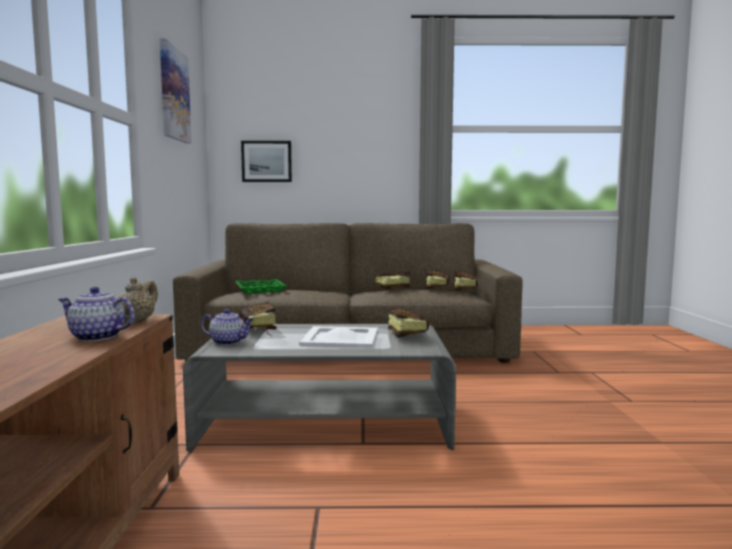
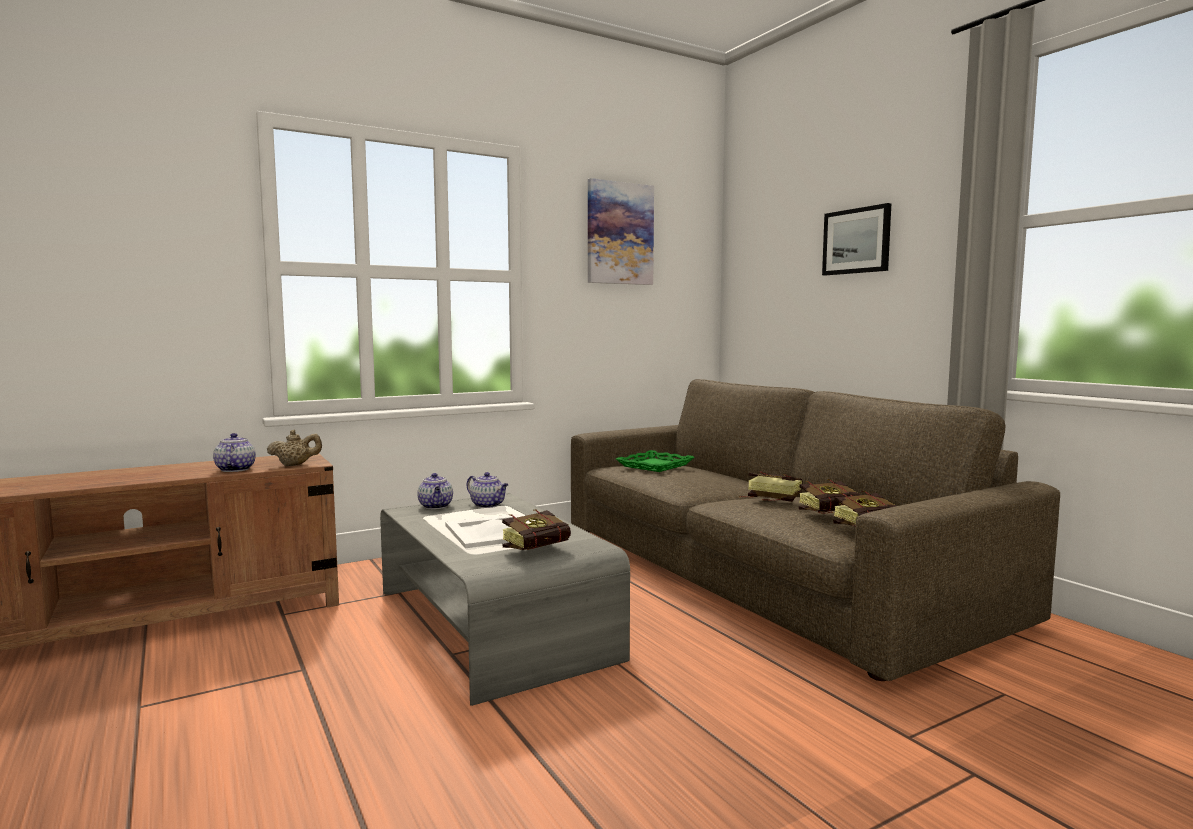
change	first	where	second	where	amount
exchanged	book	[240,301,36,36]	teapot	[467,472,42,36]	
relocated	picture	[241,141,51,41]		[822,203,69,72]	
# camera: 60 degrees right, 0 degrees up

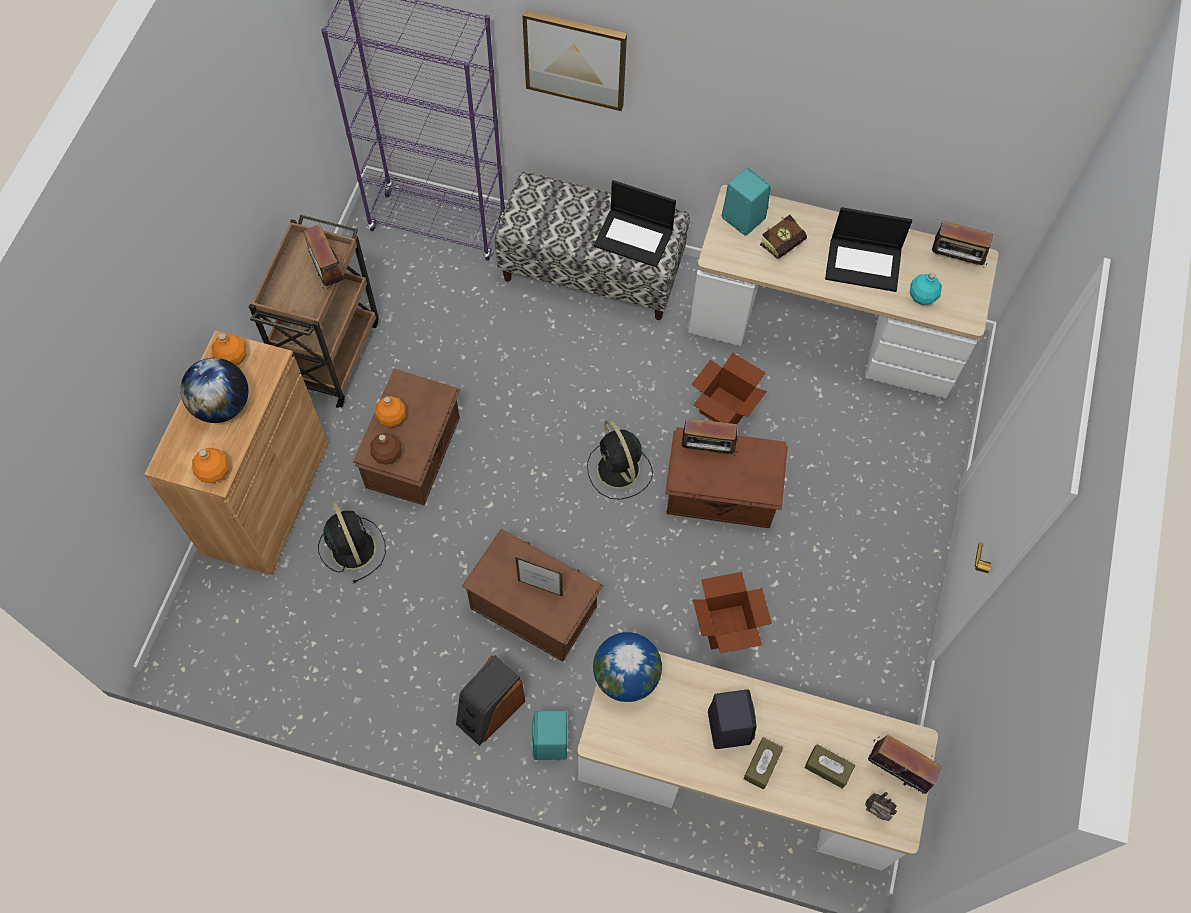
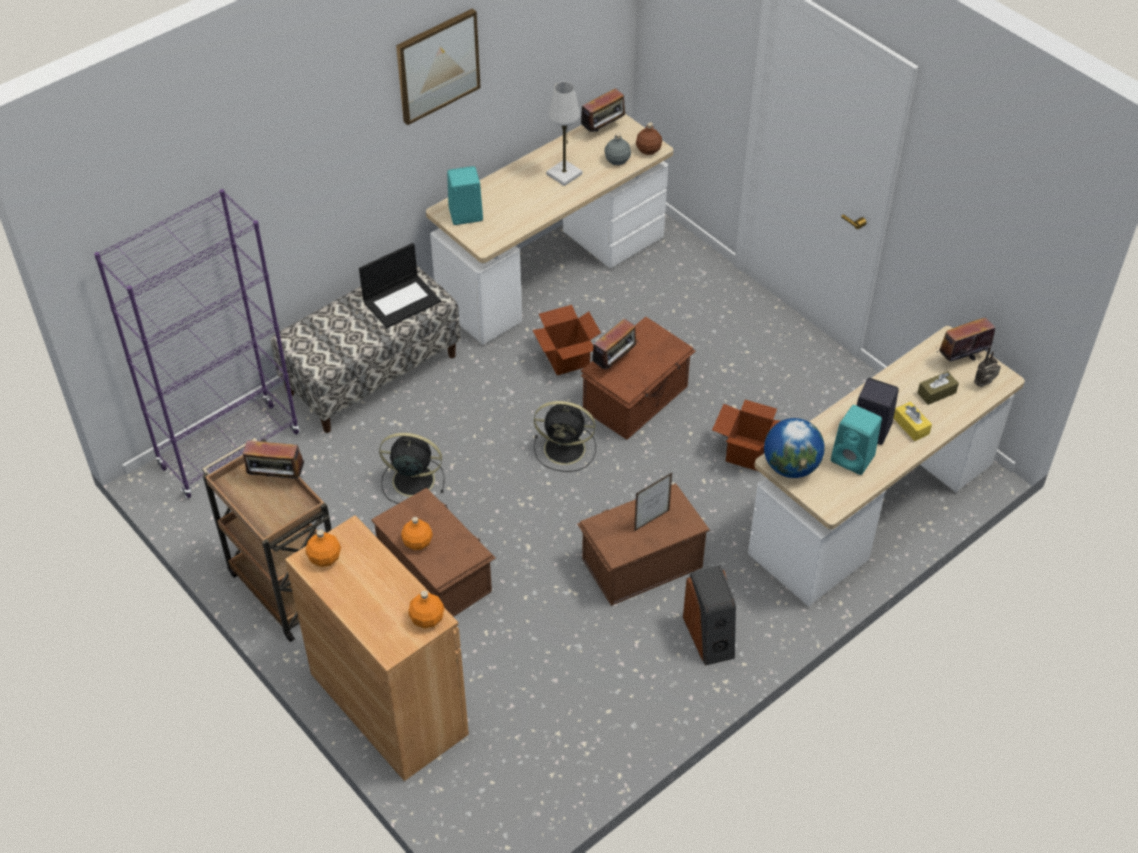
change	first	where	second	where	amount
relocated	fan (black)	[318,500,68,84]		[379,433,66,71]	
relocated	picture	[522,10,105,101]		[396,8,85,117]	
exchanged	laptop	[825,207,87,85]	table lamp (white)	[546,82,37,104]	
colour	bottle (turquoise)	[910,272,32,33]	bottle (grey)	[604,133,27,32]	
relocated	bottle (brown)	[370,433,31,32]		[636,122,26,33]	
relocated	speaker (turquoise)	[532,711,35,49]		[831,405,51,70]	
colour	tissue box (brown)	[743,738,40,51]	tissue box (yellow)	[893,402,39,39]	
missing	globe	[180,358,68,65]			
missing	book	[760,215,47,44]			
# camera: 55 degrees left, 15 degrees down

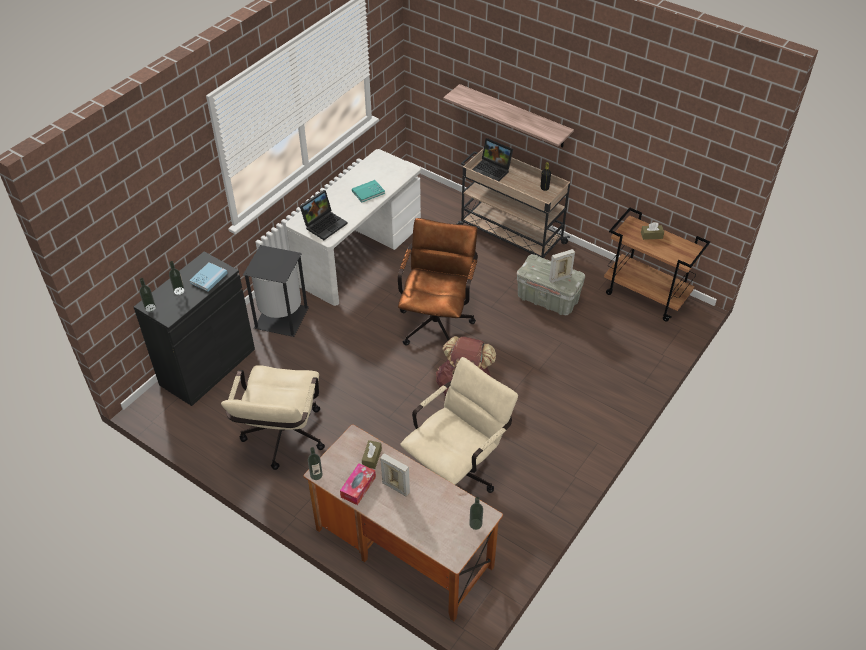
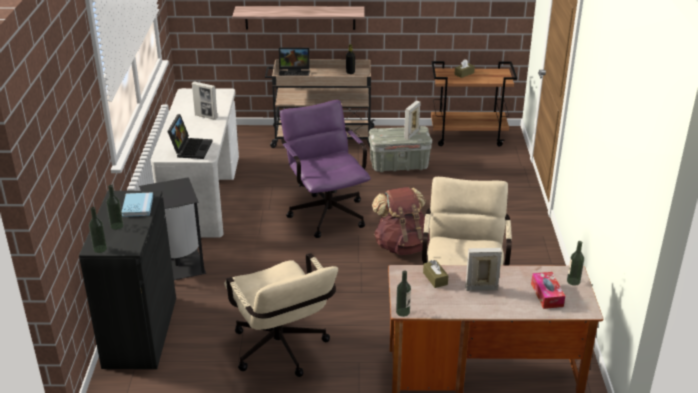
change	first	where	second	where	amount
exchanged	book (turquoise)	[352,180,33,22]	picture frame	[192,81,26,39]	
colour	office chair (brown)	[398,218,80,128]	office chair (purple)	[280,100,91,138]	
relocated	tissue box	[340,463,36,42]		[531,272,34,37]	
# camera: 35 degrees left, 15 degrees down

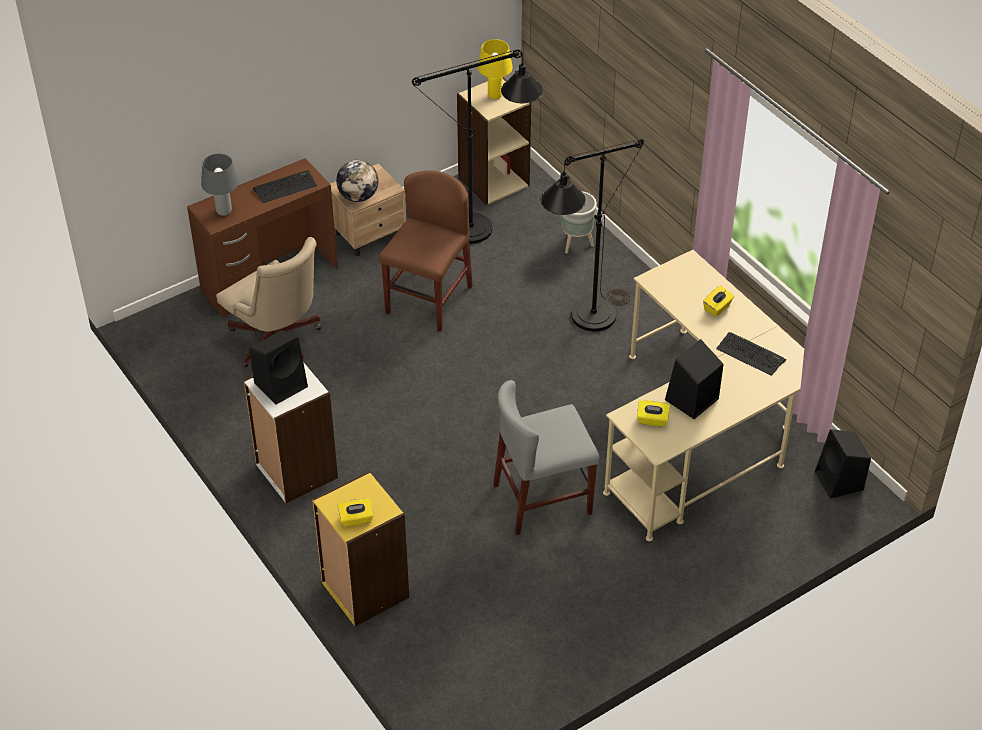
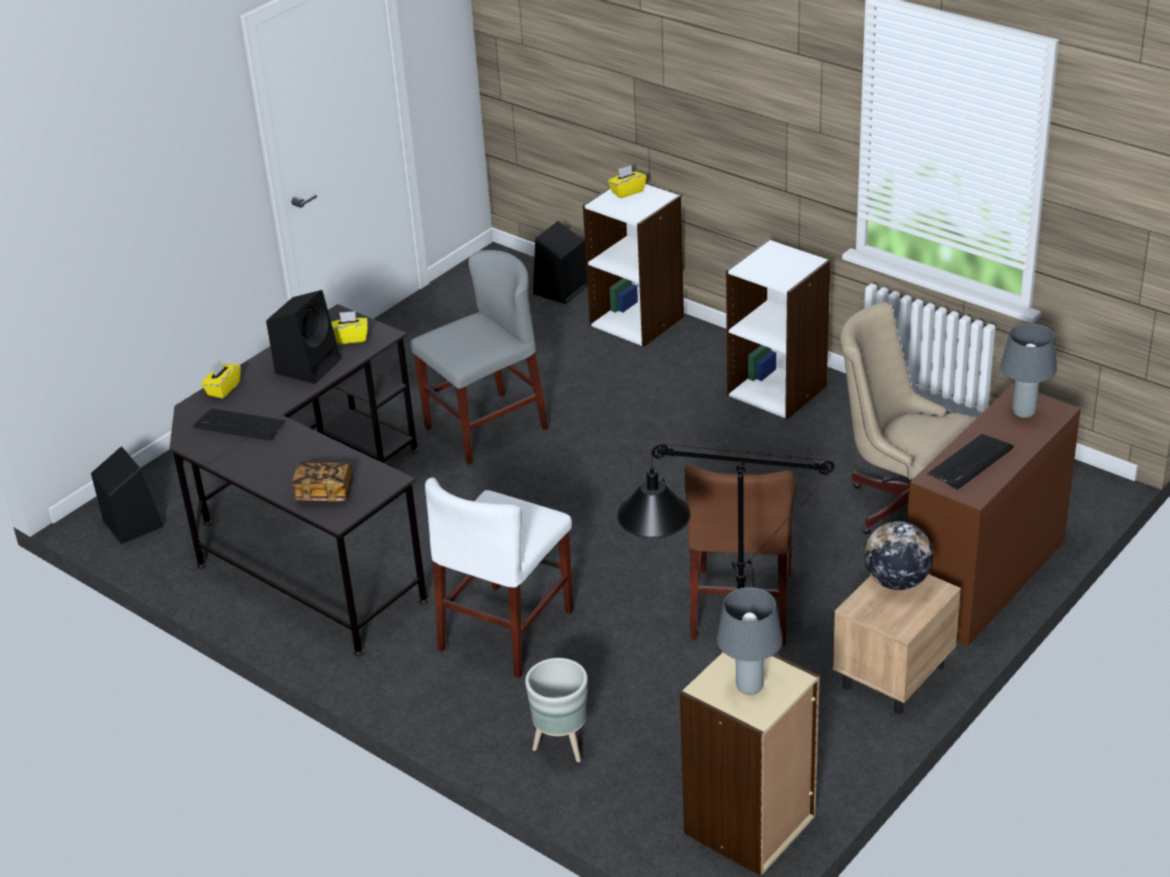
change	first	where	second	where	amount
colour	desk (beige)	[603,250,201,291]	desk (black)	[170,304,259,352]	
relocated	tissue box (yellow)	[703,286,31,31]		[201,360,40,39]	
appeared			book	[292,462,61,39]	
exchanged	floor lamp (black)	[541,139,103,192]	chair (white)	[425,477,148,201]	
relocated	speaker (black)	[249,330,59,75]		[533,221,54,83]	
colour	bookcase (yellow)	[312,471,97,155]	bookcase (white)	[583,184,101,163]	
colour	table lamp (yellow)	[478,39,35,60]	table lamp (grey)	[717,587,66,108]	
# camera: 165 degrees right, 10 degrees down

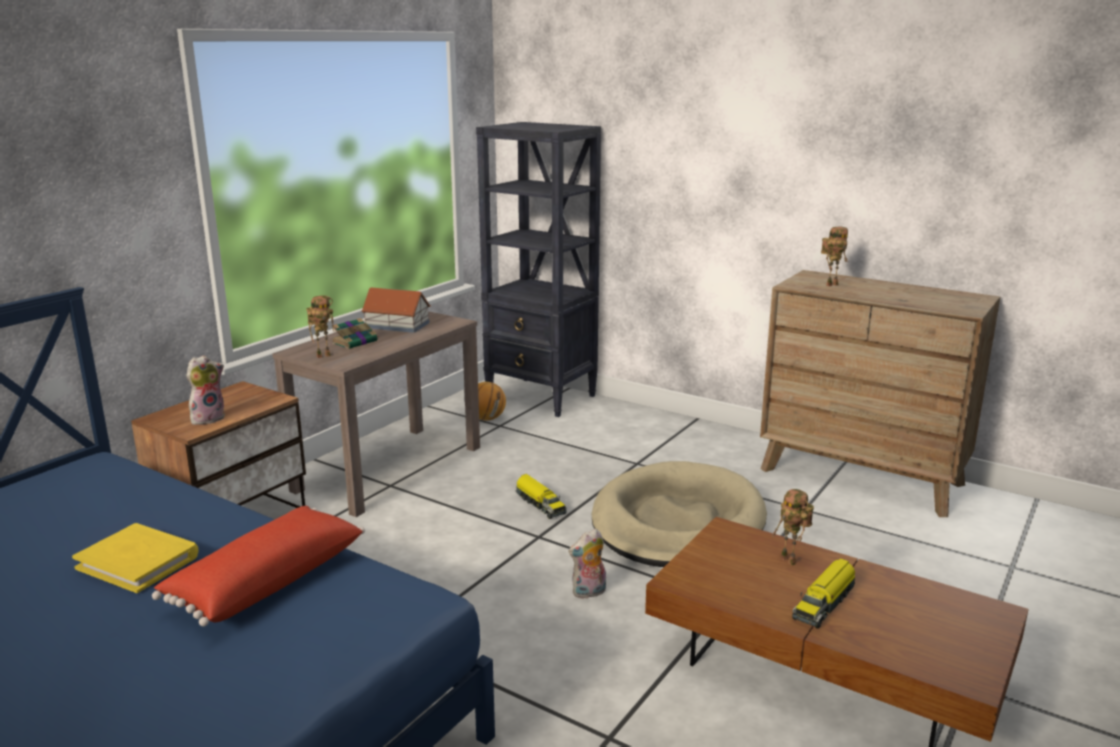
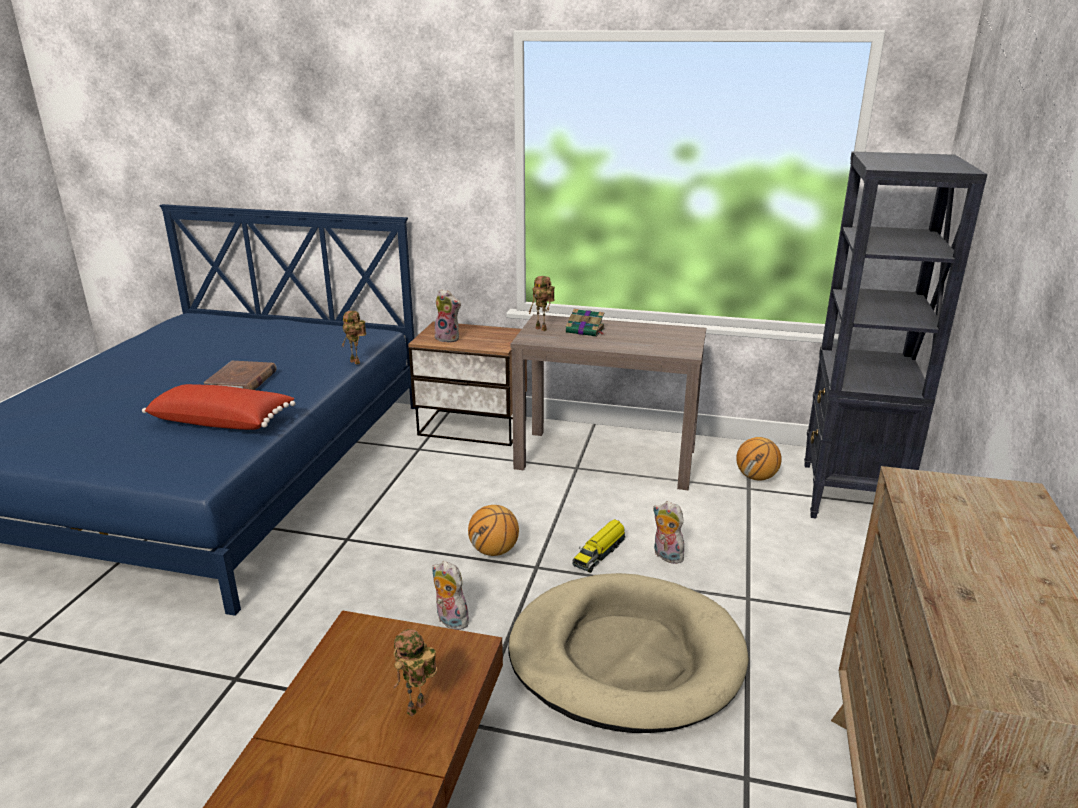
change	first	where	second	where	amount
colour	book (yellow)	[72,523,127,70]	book (brown)	[204,361,73,29]	
relocated	toy robot	[821,227,27,60]		[341,311,25,53]	
appeared			basketball	[468,505,51,51]	
appeared			plush toy	[653,501,31,63]	
missing	toy house	[361,288,70,45]			
missing	toy truck	[792,558,63,71]			
# camera: 70 degrees right, 5 degrees up

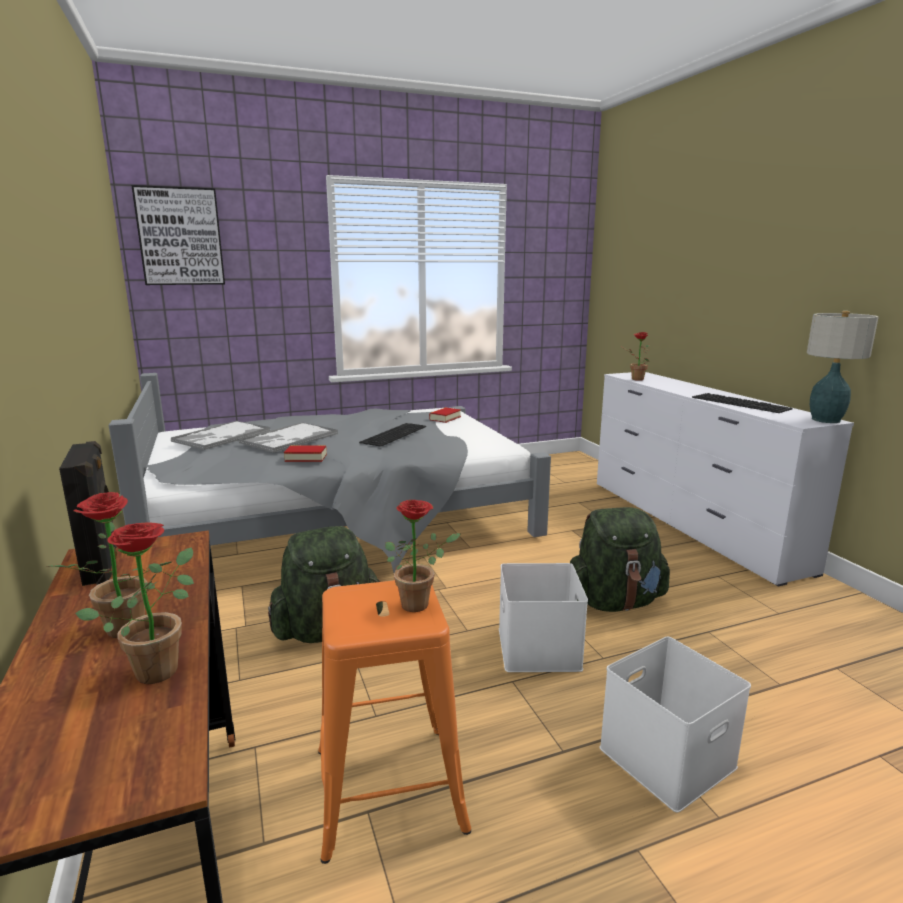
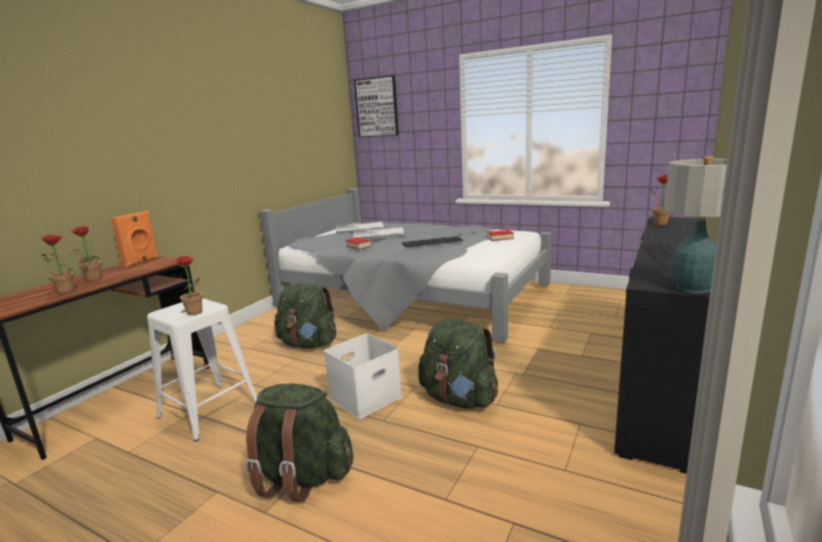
change	first	where	second	where	amount
colour	speaker (black)	[59,441,58,145]	speaker (orange)	[111,211,48,56]	
colour	stool (orange)	[318,580,153,284]	stool (white)	[147,299,110,142]	
exchanged	storage box (white)	[599,637,152,175]	backpack (green)	[245,383,108,119]	
colour	dresser (white)	[597,372,257,215]	dresser (black)	[614,216,96,258]	
# camera: 50 degrees right, 0 degrees up

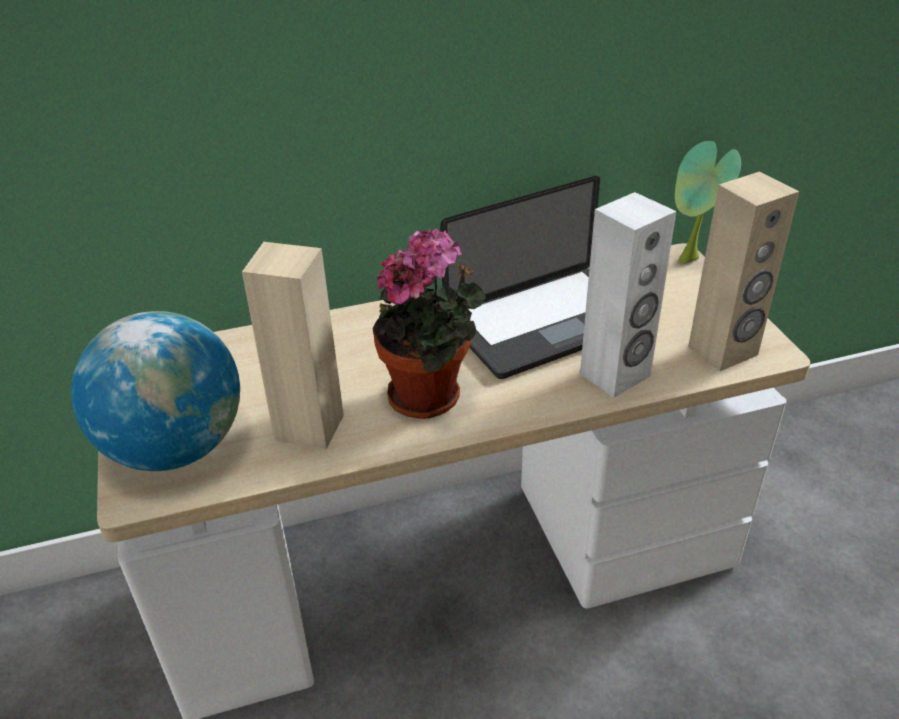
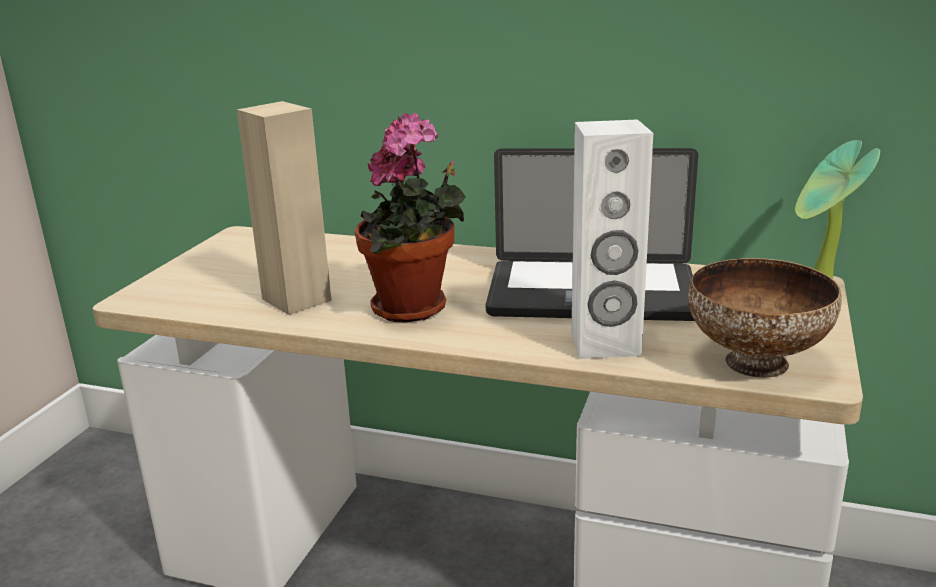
change	first	where	second	where	amount
exchanged	speaker (beige)	[688,172,111,199]	bowl	[688,258,154,120]	
missing	globe	[71,311,169,160]			
# camera: 35 degrees right, 15 degrees down

